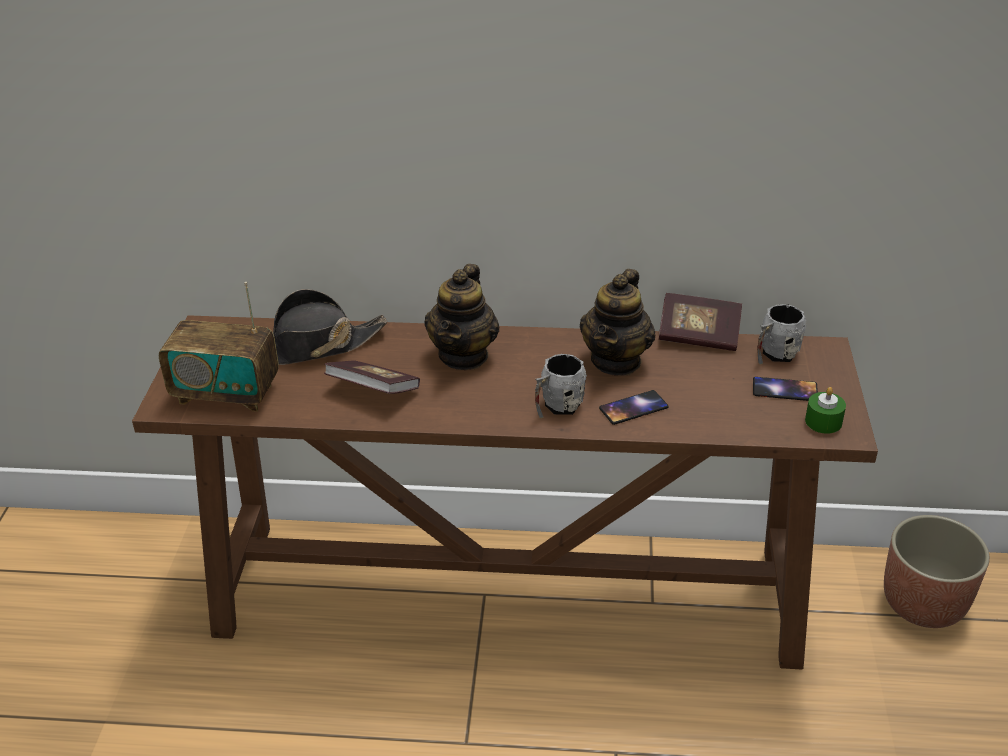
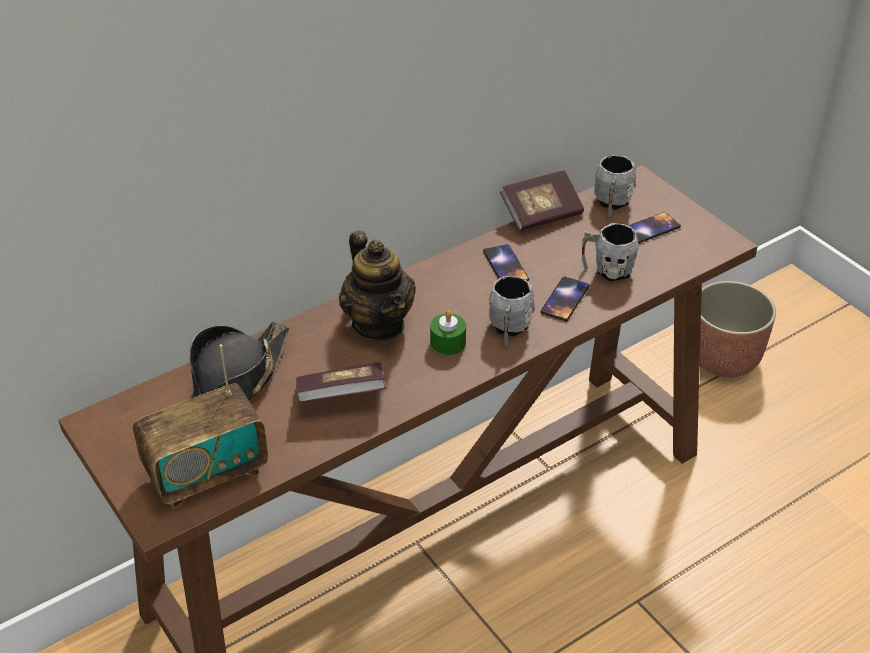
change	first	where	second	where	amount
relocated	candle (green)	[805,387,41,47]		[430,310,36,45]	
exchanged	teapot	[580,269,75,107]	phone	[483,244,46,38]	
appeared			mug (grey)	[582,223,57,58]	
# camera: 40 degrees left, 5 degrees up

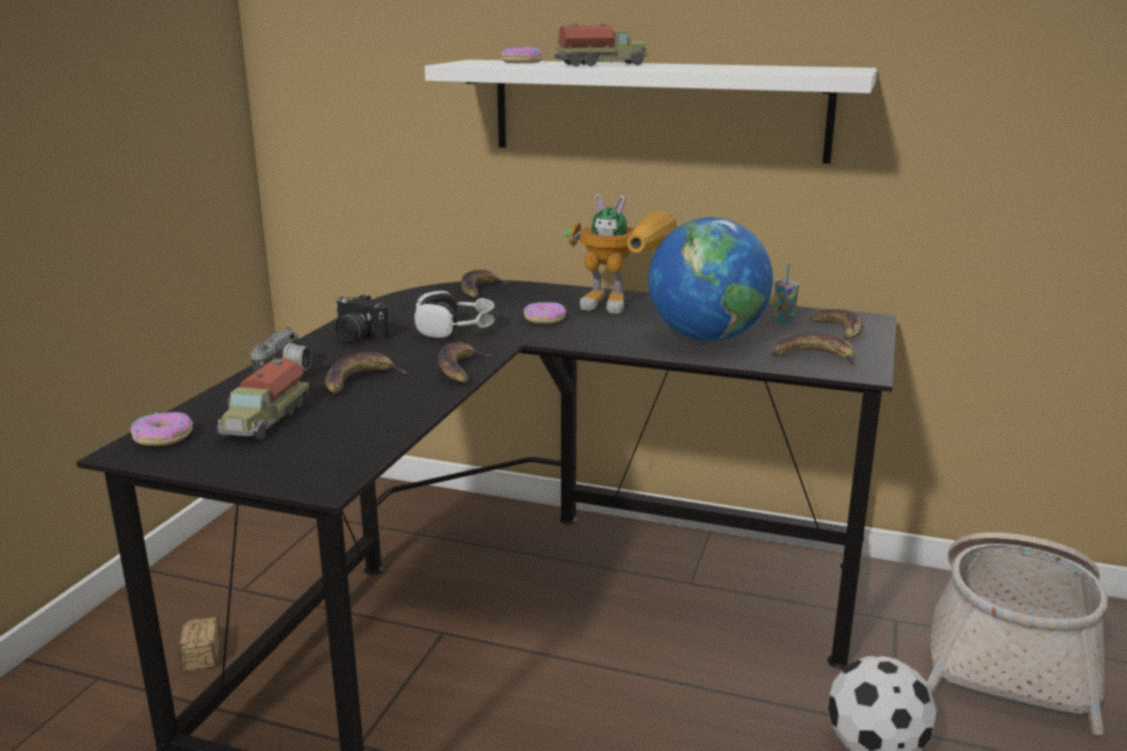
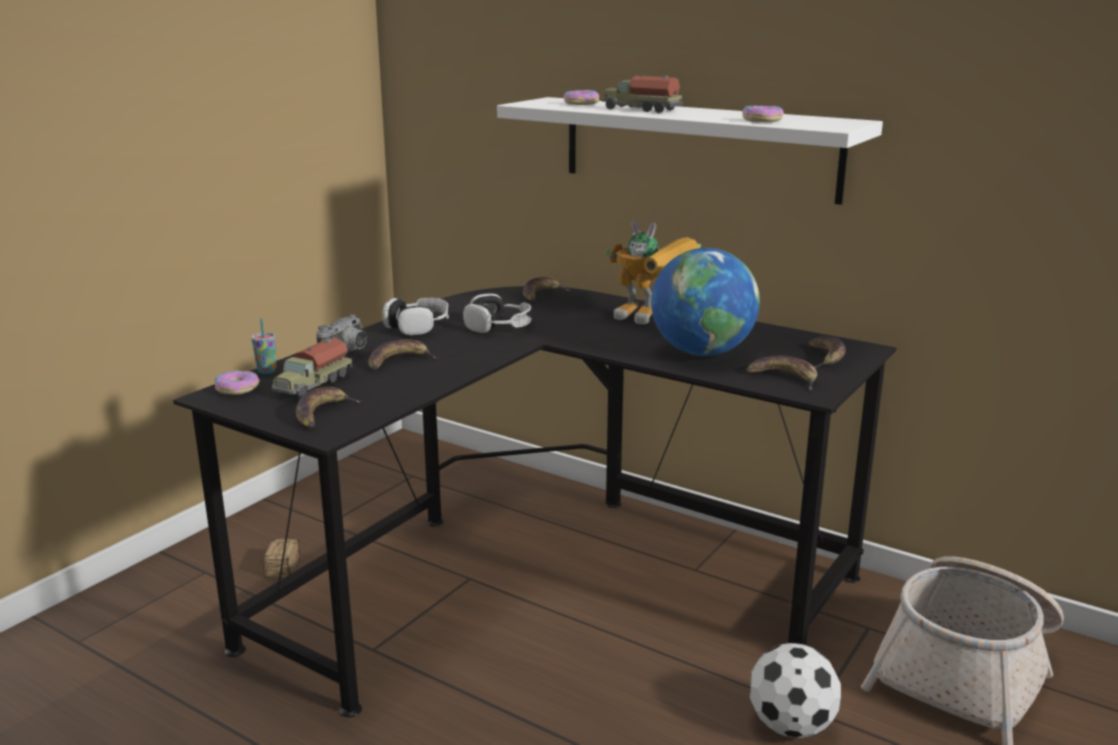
change	first	where	second	where	amount
relocated	cup	[774,264,25,59]		[251,318,25,56]	
relocated	banana	[438,342,53,41]		[296,387,66,41]	
exchanged	photo camera	[335,295,54,47]	headphones	[383,298,66,38]	
spun	toy truck	[555,24,93,43]		[602,75,81,38]	150 degrees counterclockwise
relocated	donut	[524,302,42,22]		[742,106,42,16]	
# camera: 15 degrees right, 0 degrees up

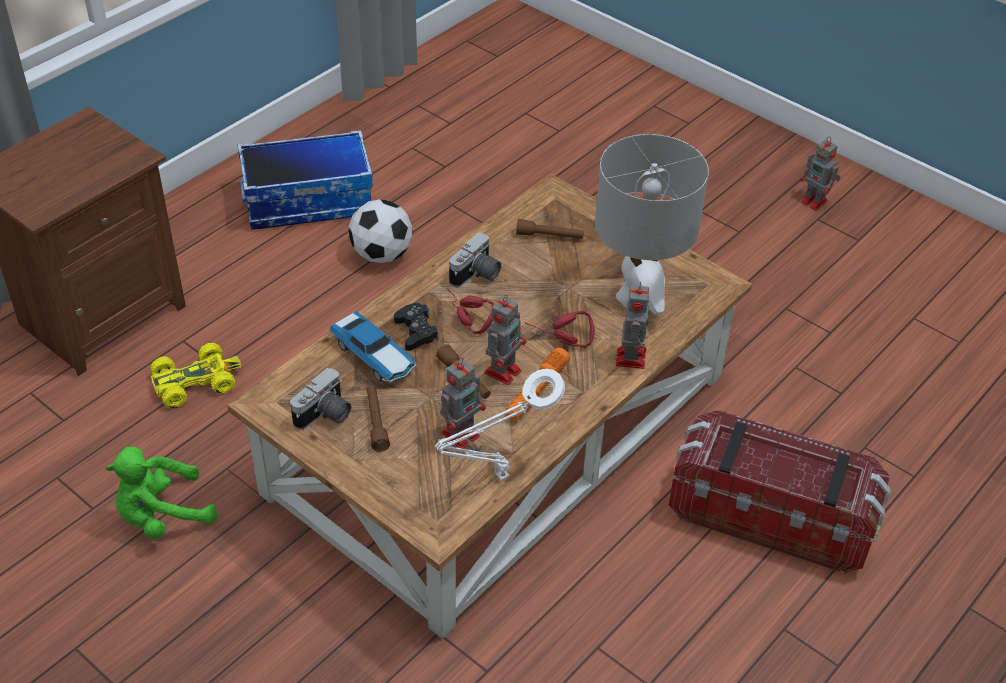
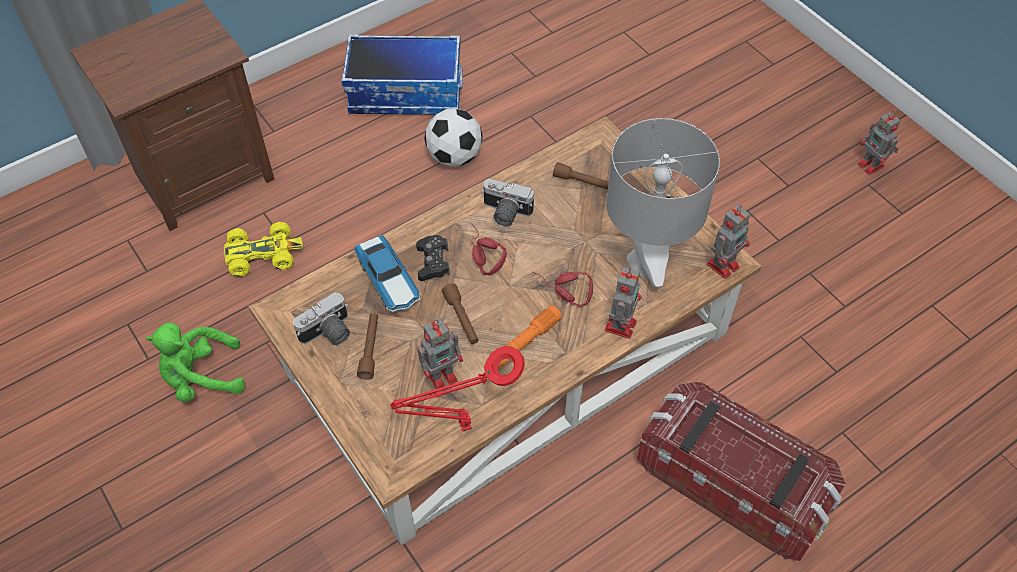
change	first	where	second	where	amount
colour	table lamp (white)	[435,369,130,112]	table lamp (red)	[390,346,135,85]	
spun	photo camera	[449,233,52,55]		[481,179,53,47]	60 degrees clockwise
relocated	toy robot	[485,294,41,91]		[706,205,44,74]	
# camera: 15 degrees right, 10 degrees up

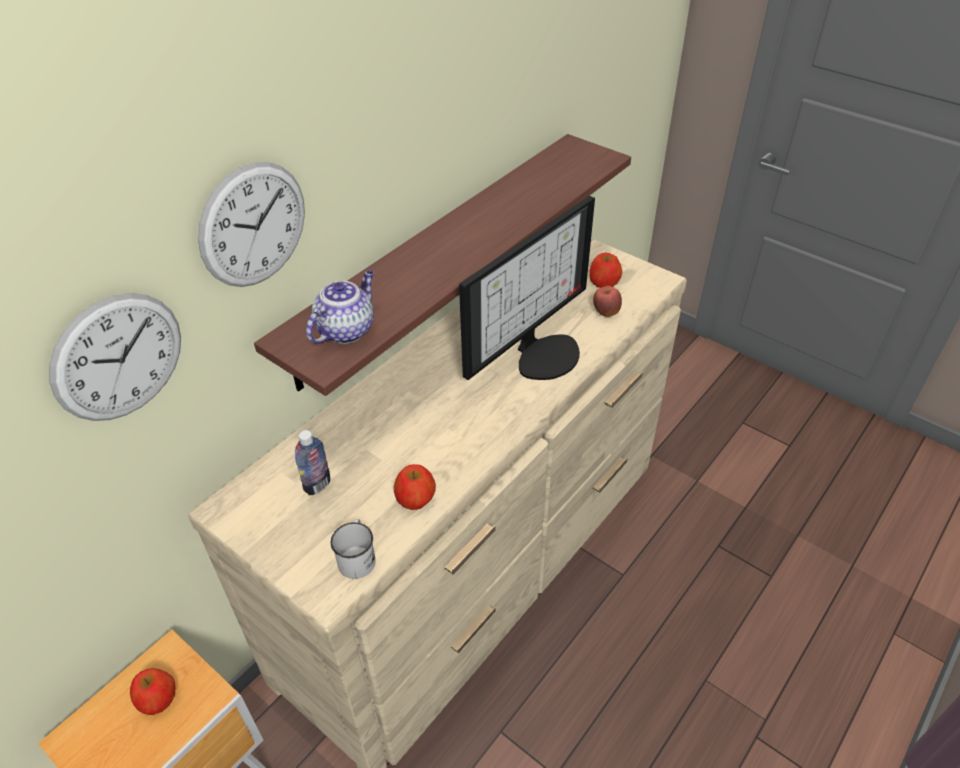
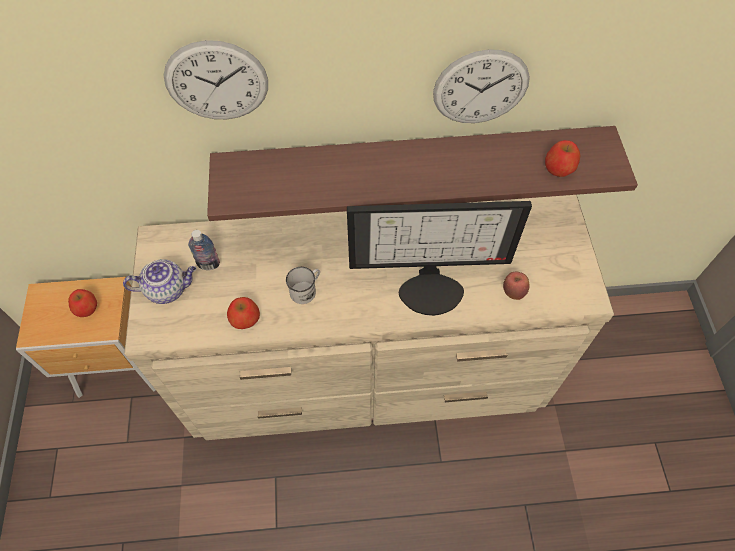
change	first	where	second	where	amount
relocated	teapot	[306,270,68,74]		[123,259,73,45]	
relocated	mug (white)	[331,519,45,60]		[286,267,34,37]	
relocated	wall clock	[49,293,132,128]		[433,49,97,74]	
relocated	apple	[589,253,33,35]		[545,140,35,37]	
# camera: 45 degrees right, 15 degrees up

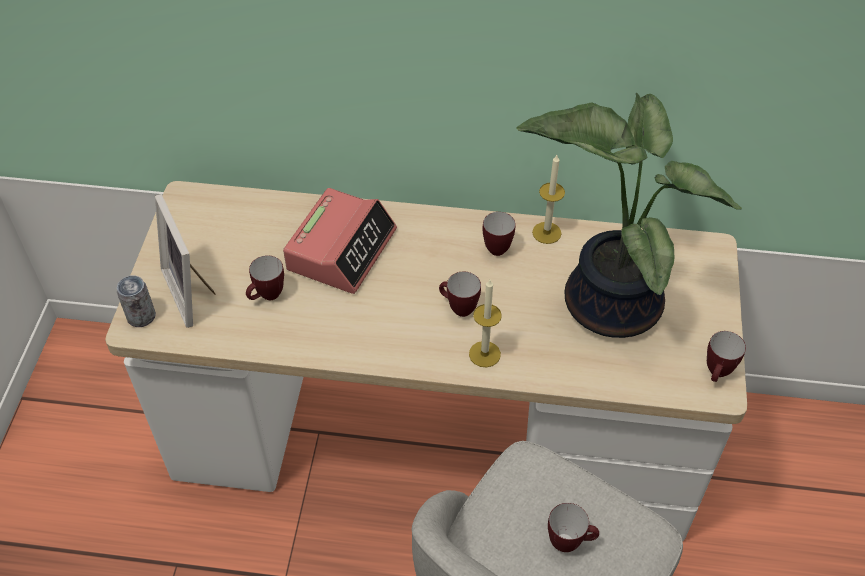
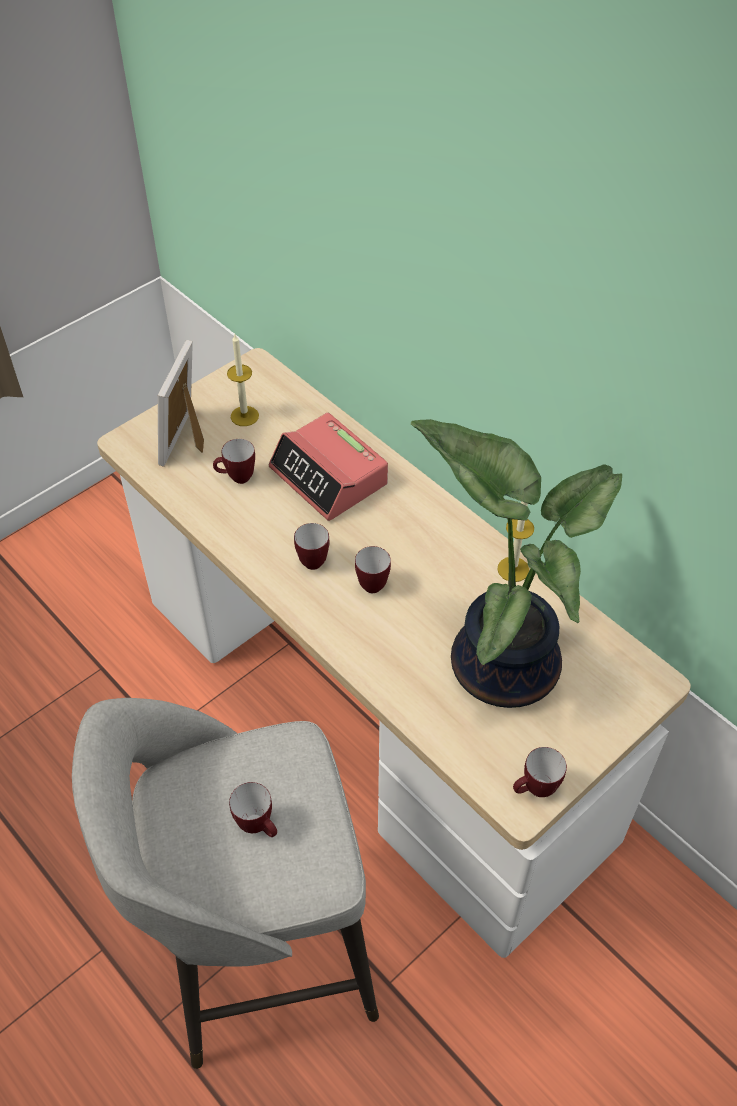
change	first	where	second	where	amount
relocated	candle	[469,280,33,87]		[227,334,32,92]	
spun	alarm clock	[283,188,114,106]		[269,413,119,108]	75 degrees clockwise
relocated	mug	[482,212,33,44]		[294,523,35,47]	
missing	can	[117,275,39,52]			
# camera: 40 degrees right, 0 degrees up

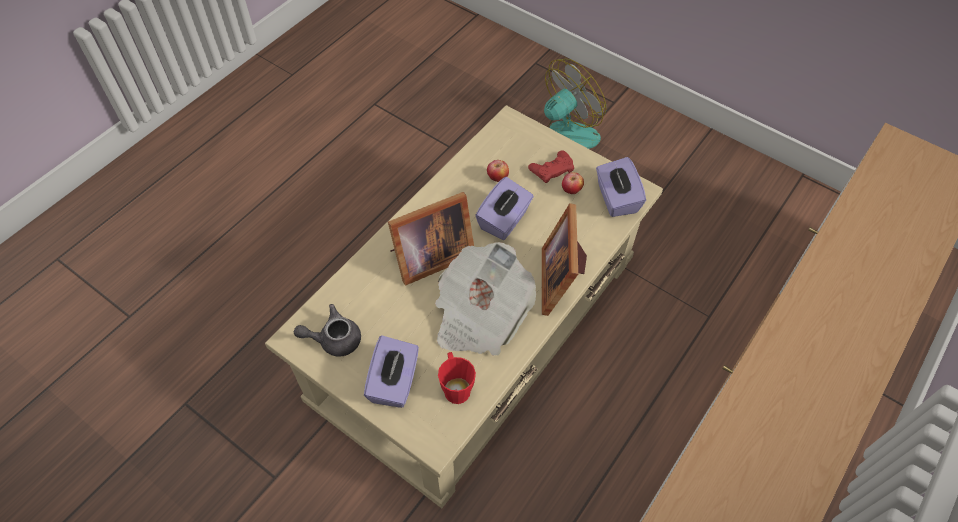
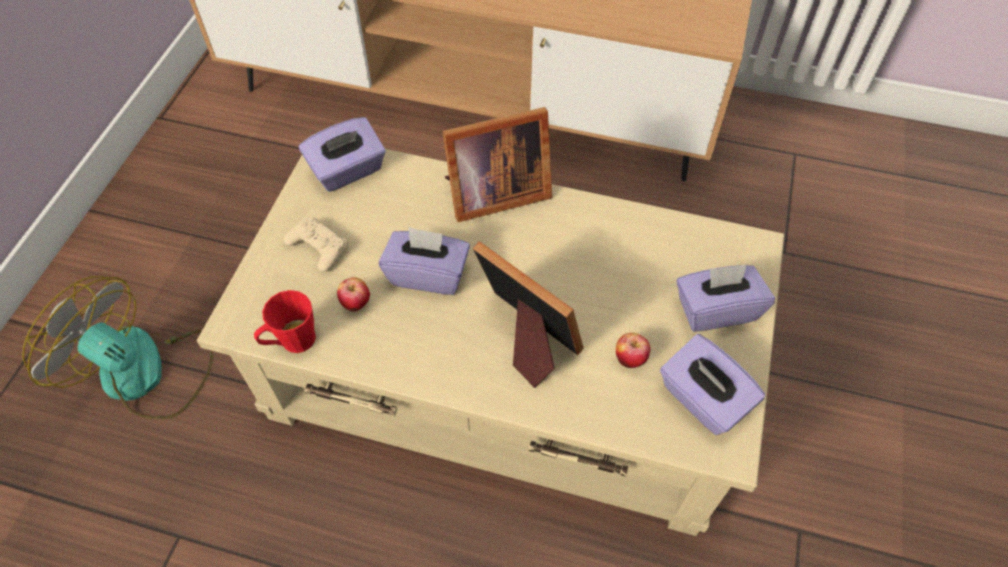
change	first	where	second	where	amount
relocated	mug (red)	[438,352,38,52]		[254,290,62,63]	
colour	game controller (red)	[528,150,46,33]	game controller (beige)	[284,217,64,55]	
relocated	apple	[562,172,22,22]		[616,333,34,35]	
exchanged	teapot (grey)	[294,304,67,53]	tissue box (purple)	[660,334,105,101]	
missing	newspaper	[435,242,101,114]			
# camera: 110 degrees left, 0 degrees up

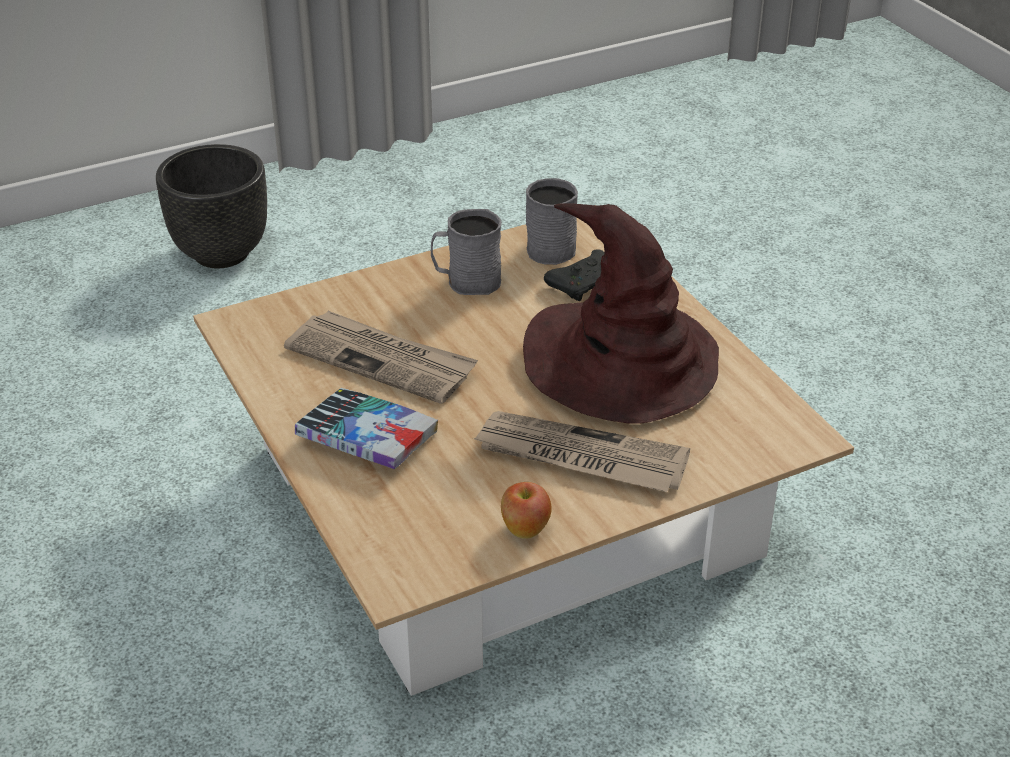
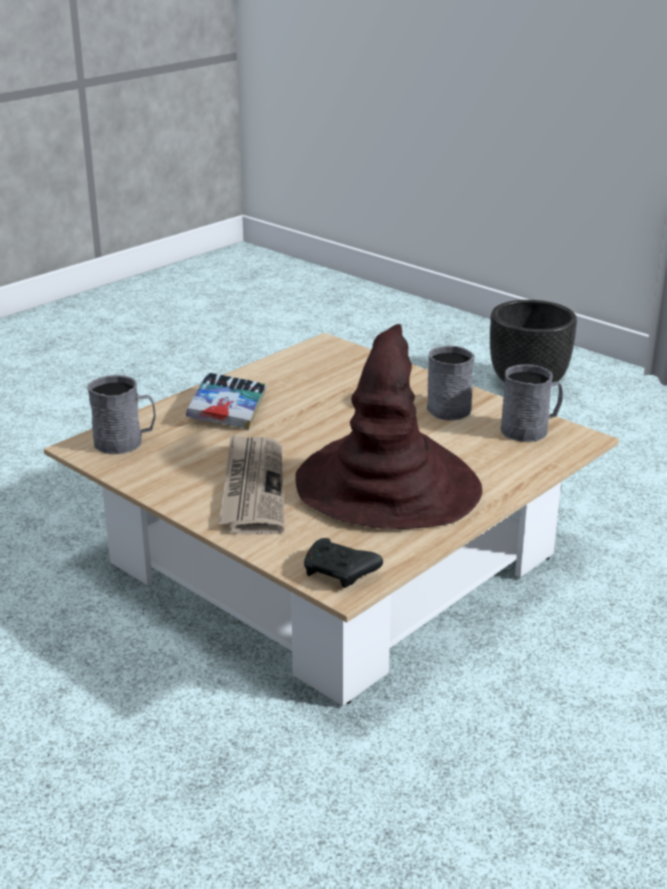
change	first	where	second	where	amount
appeared			mug (grey)	[87,375,69,79]	
relocated	game controller (black)	[544,249,61,52]		[304,538,79,50]	
missing	newspaper	[284,311,194,93]			
missing	apple	[501,482,51,57]			
# camera: 70 degrees right, 10 degrees down

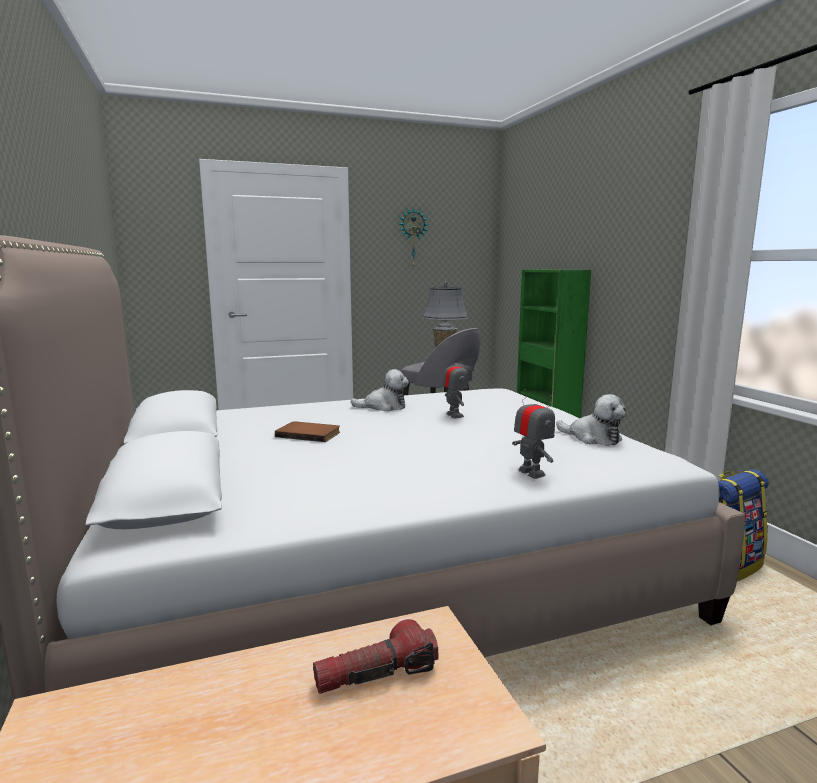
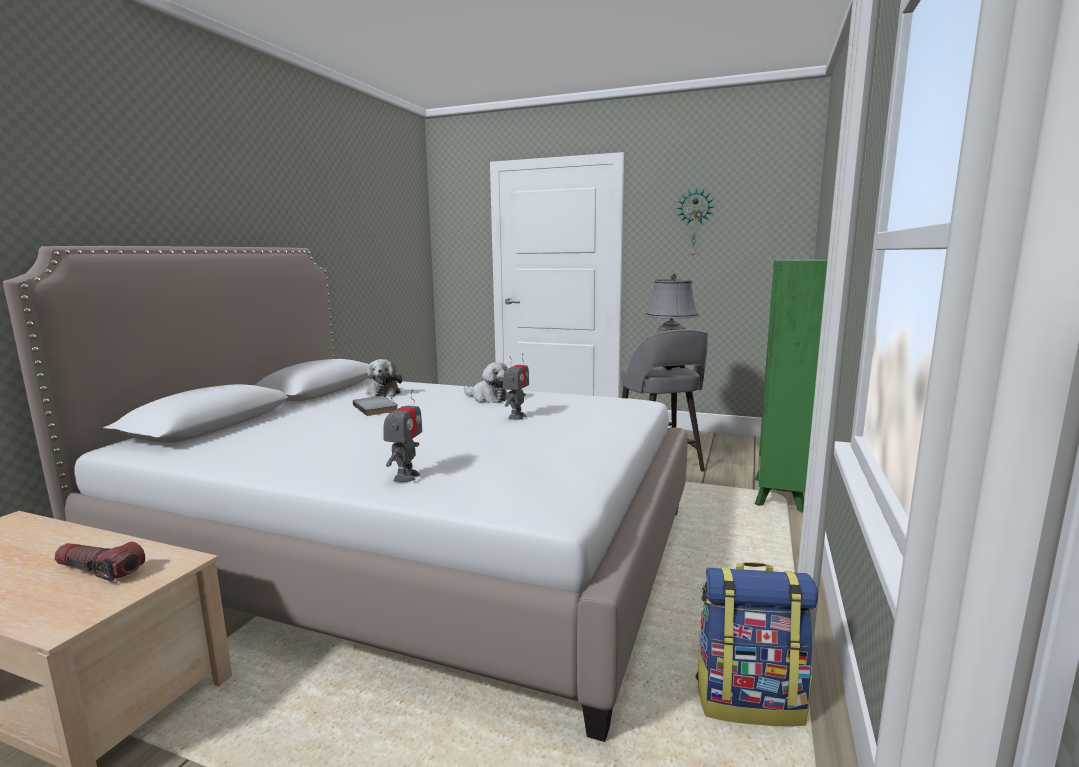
change	first	where	second	where	amount
colour	book (brown)	[275,421,65,21]	book (grey)	[353,396,45,20]	
relocated	plush toy	[556,394,70,52]		[366,359,36,38]	
# camera: 40 degrees right, 0 degrees up

